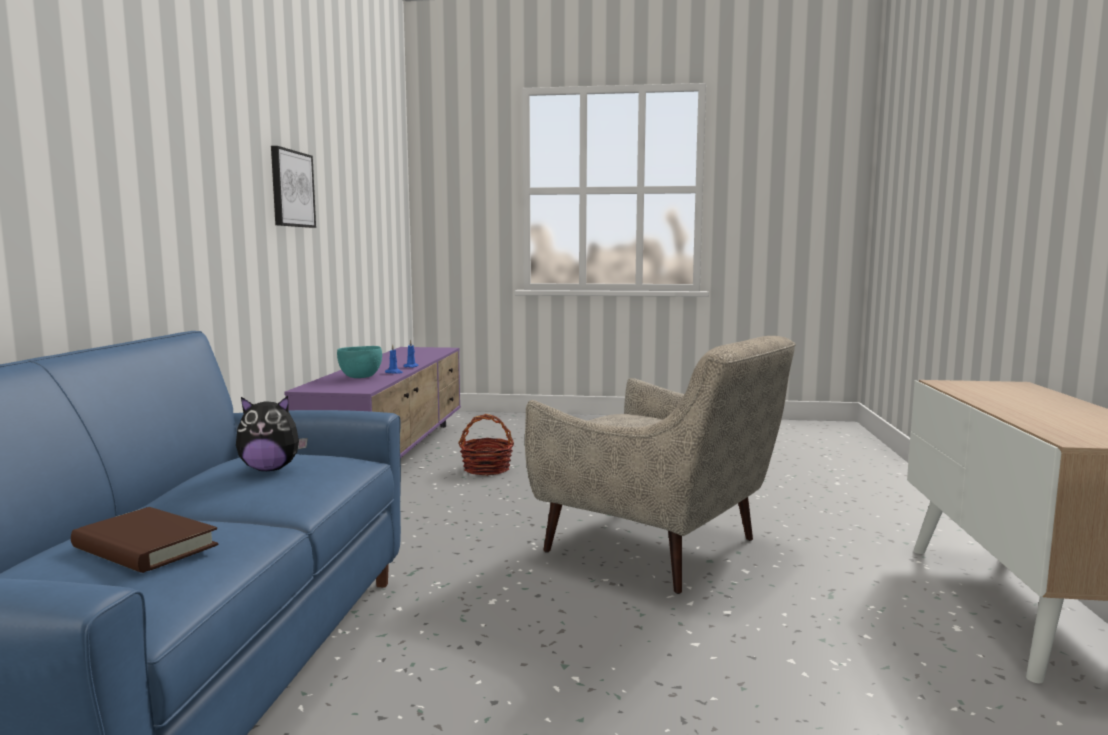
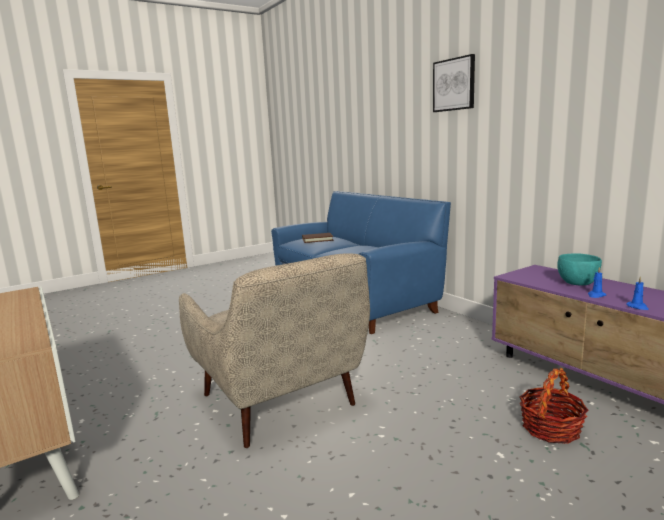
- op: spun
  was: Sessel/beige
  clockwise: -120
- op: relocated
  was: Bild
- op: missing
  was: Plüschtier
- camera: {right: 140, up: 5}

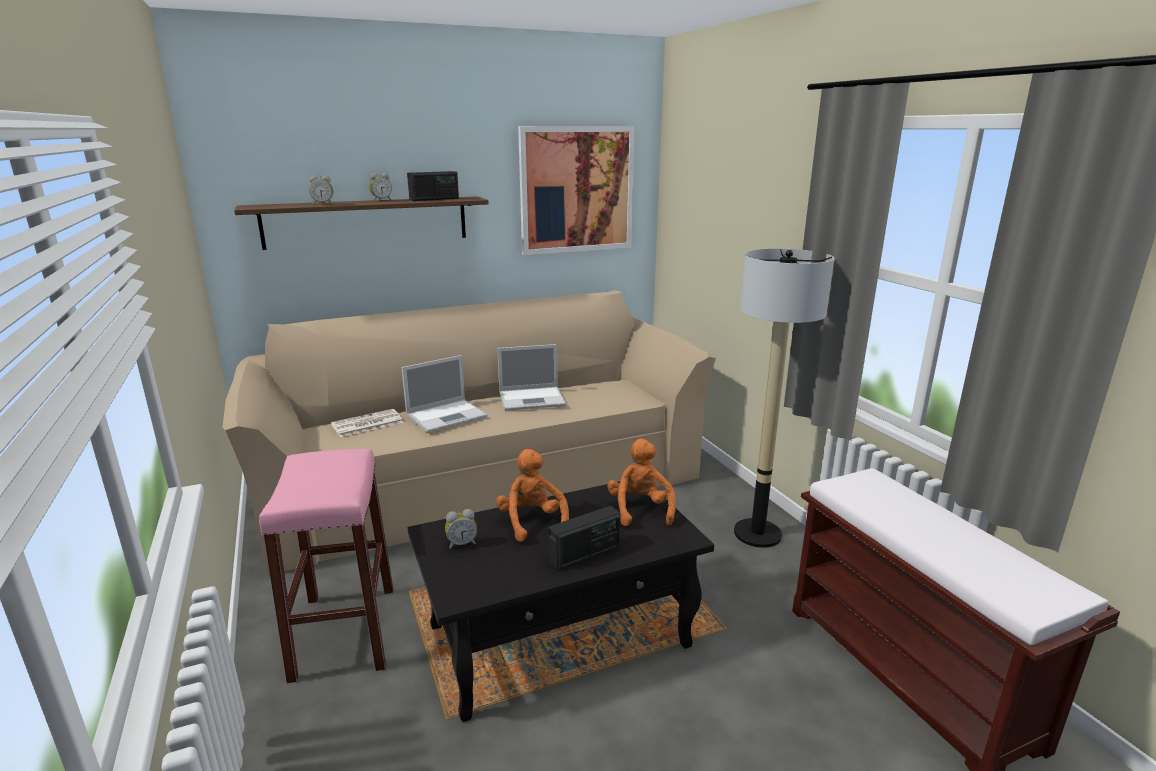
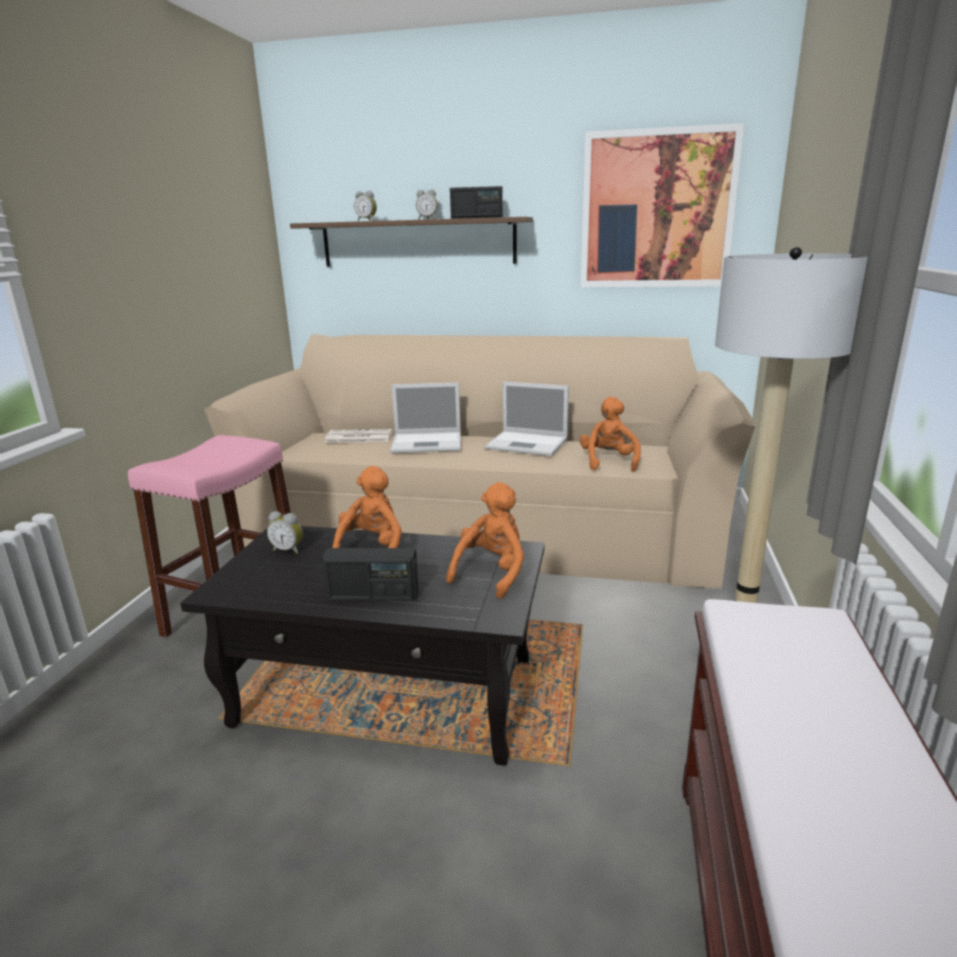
- op: appeared
  now: Plüschtier/orange (no. 3 from left)
- camera: {right: 35, up: 0}

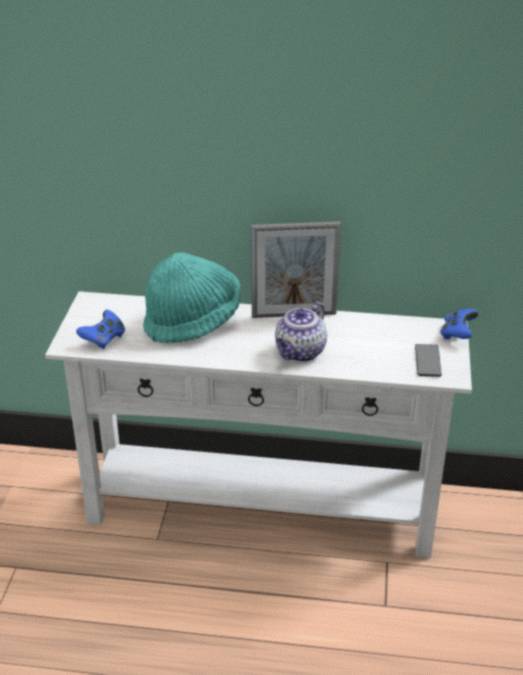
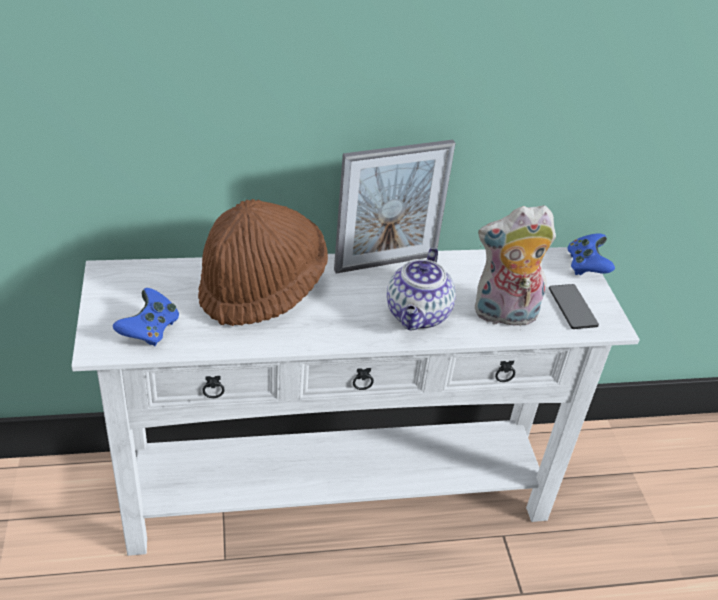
- op: colour
  was: Hut/türkis
  now: Hut/braun
- op: appeared
  now: Plüschtier
- camera: {right: -20, up: 5}

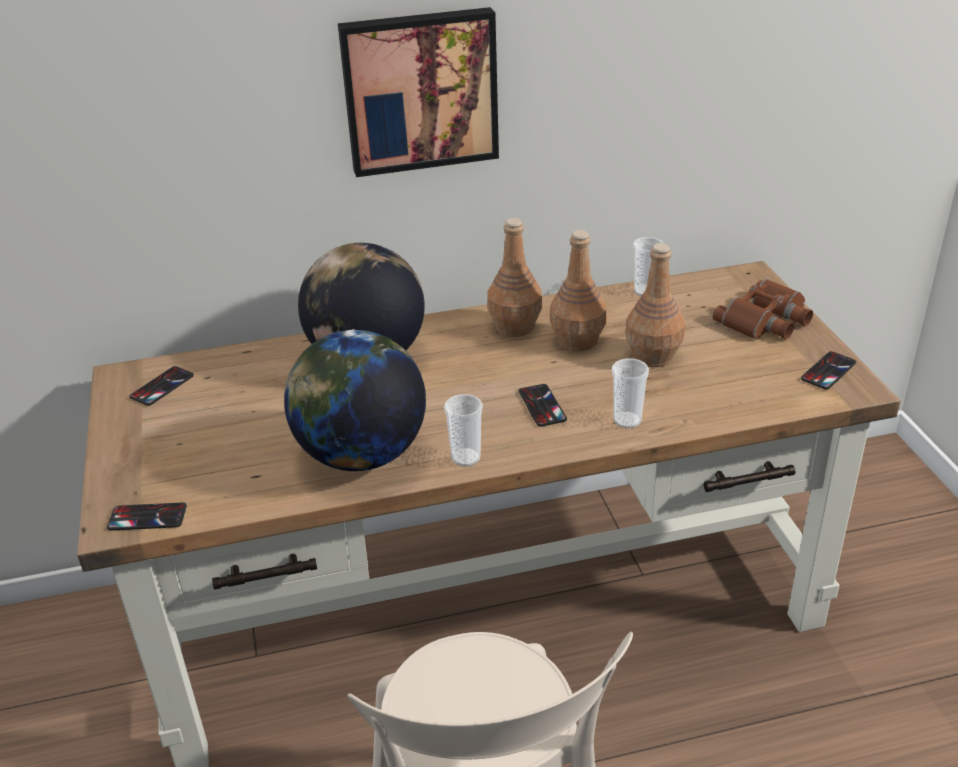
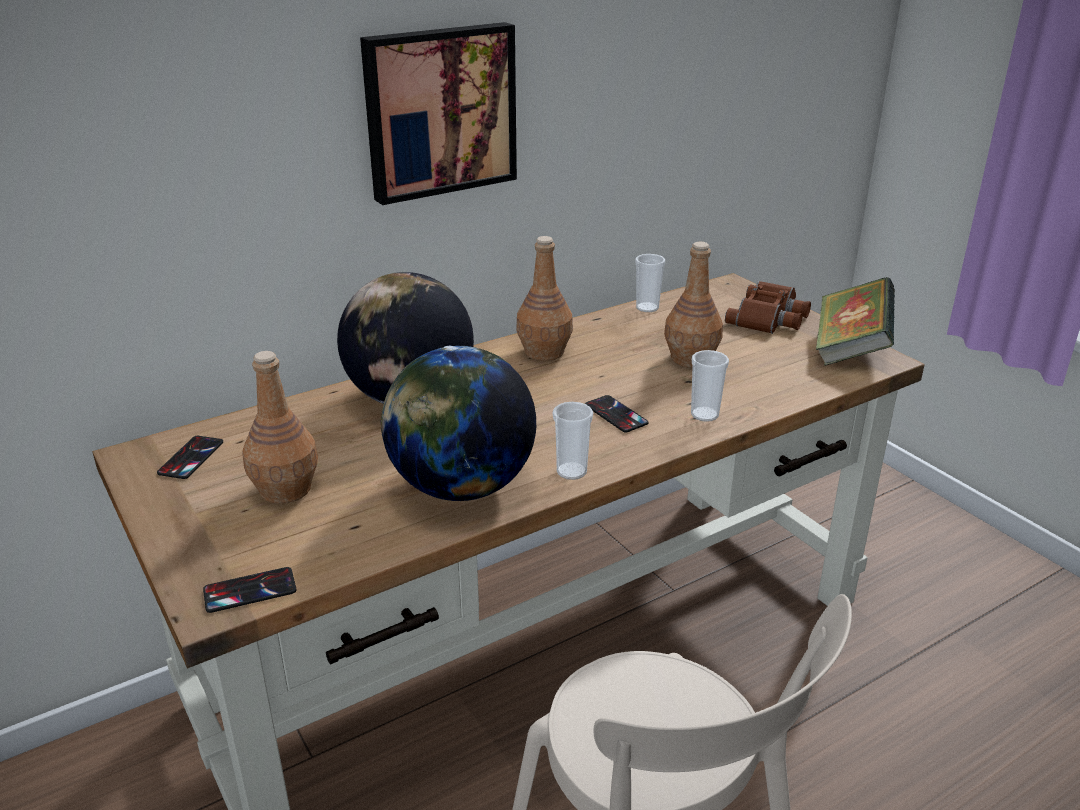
- op: relocated
  was: Flasche/braun (no. 2 from left in the first image)
  now: Flasche/braun (no. 1 from left)
- op: exchanged
  was: Handy (no. 4 from left)
  now: Buch
- camera: {right: -20, up: -5}

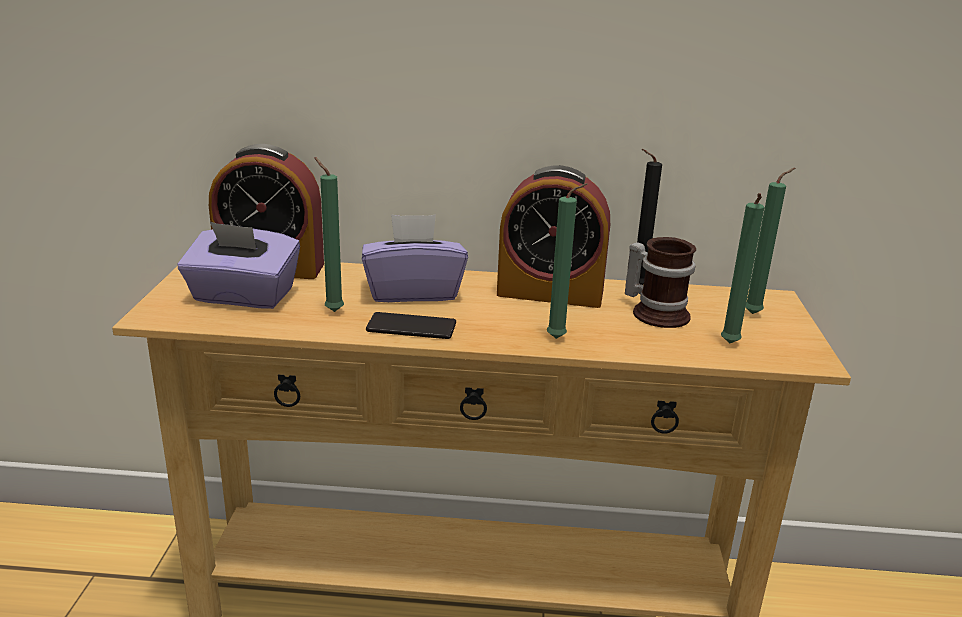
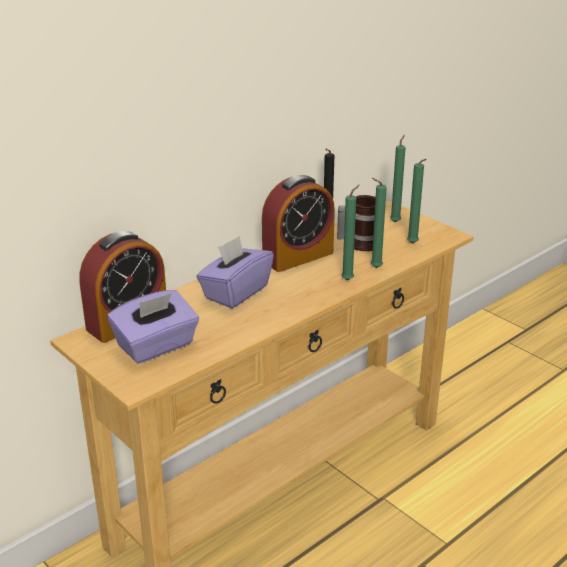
- op: relocated
  was: Kerze/grün (no. 1 from left in the first image)
  now: Kerze/grün (no. 2 from left)
- op: missing
  was: Handy
- camera: {right: -45, up: 5}

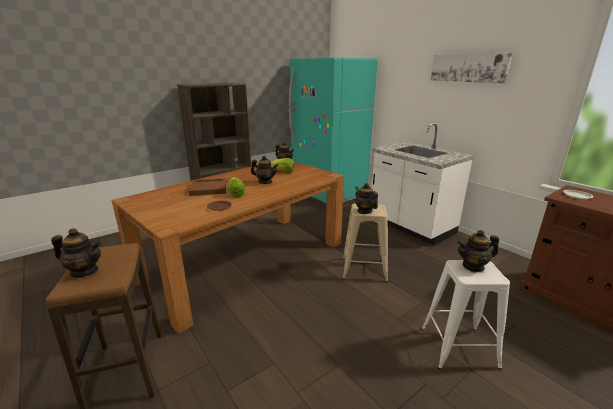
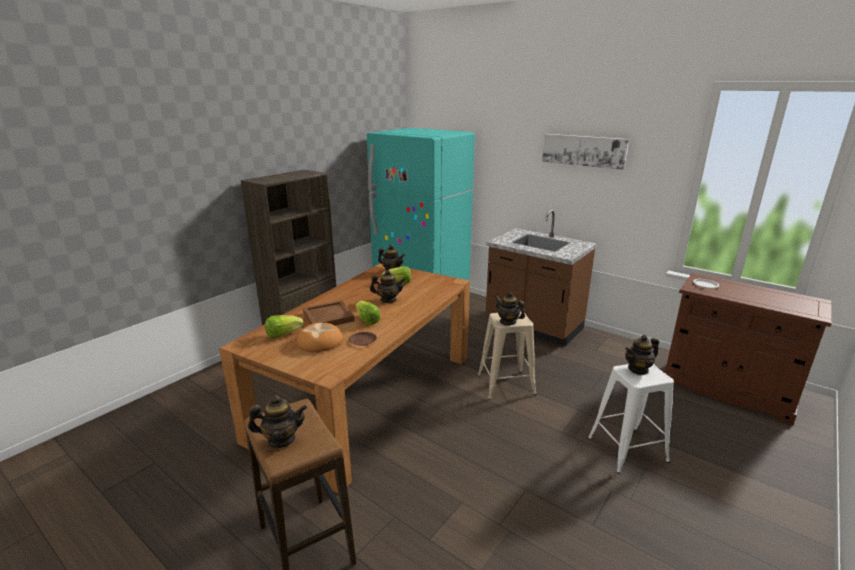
- op: appeared
  now: Salatkopf (no. 1 from left)
- op: appeared
  now: Brot
- op: colour
  was: Küchenzeile/weiß
  now: Küchenzeile/braun
- camera: {right: -15, up: 0}

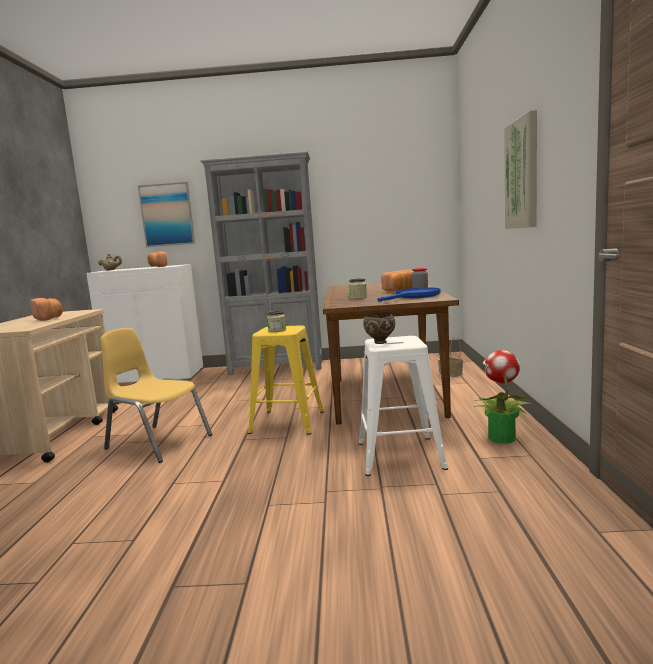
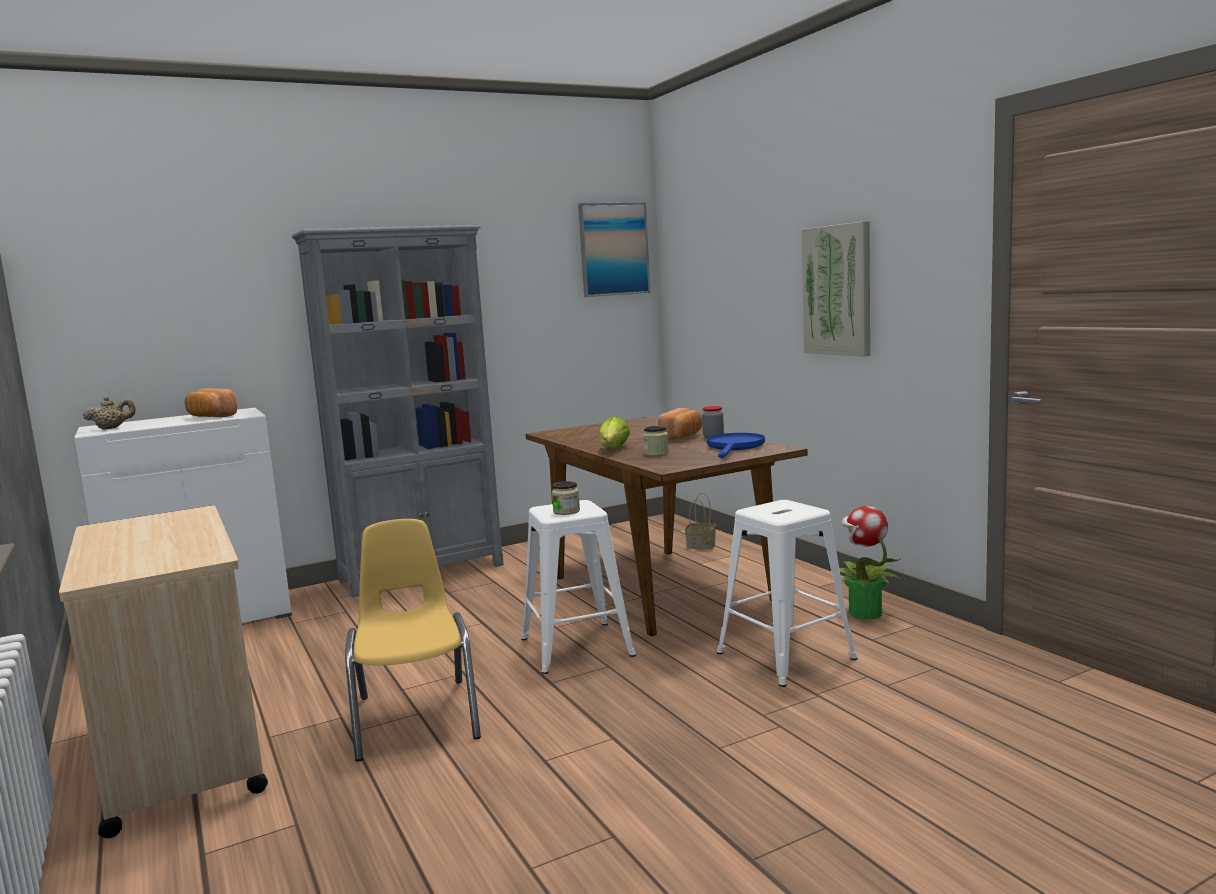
- op: spun
  was: Stuhl/gelb
  clockwise: 75
- op: colour
  was: Hocker/gelb
  now: Hocker/weiß (no. 1 from left)
- op: relocated
  was: Bild (no. 1 from left)
- op: appeared
  now: Salatkopf
- op: missing
  was: Brot (no. 1 from left)
- op: missing
  was: Schüssel/braun
- camera: {right: -30, up: 0}

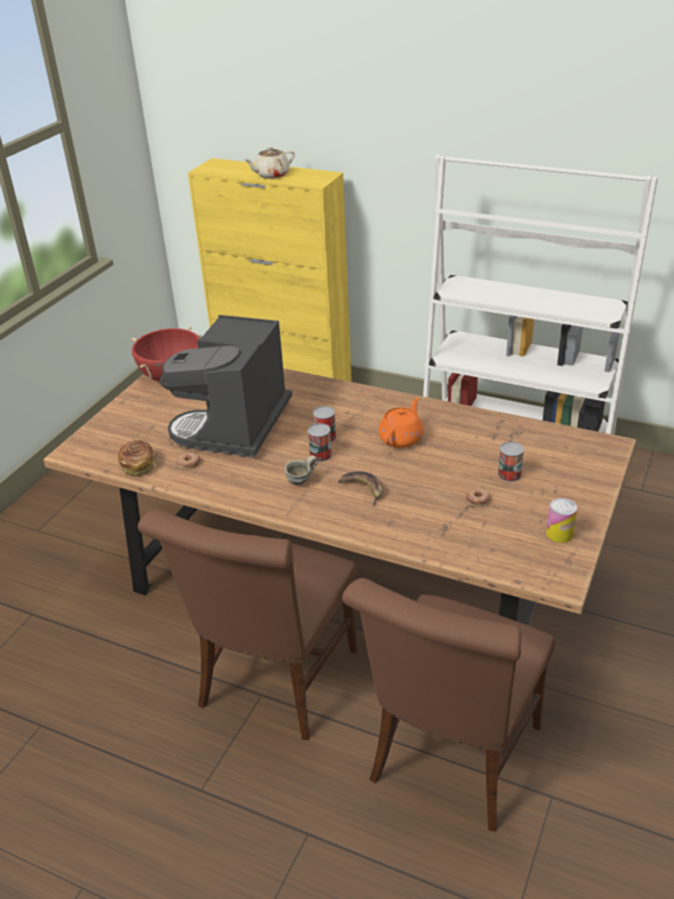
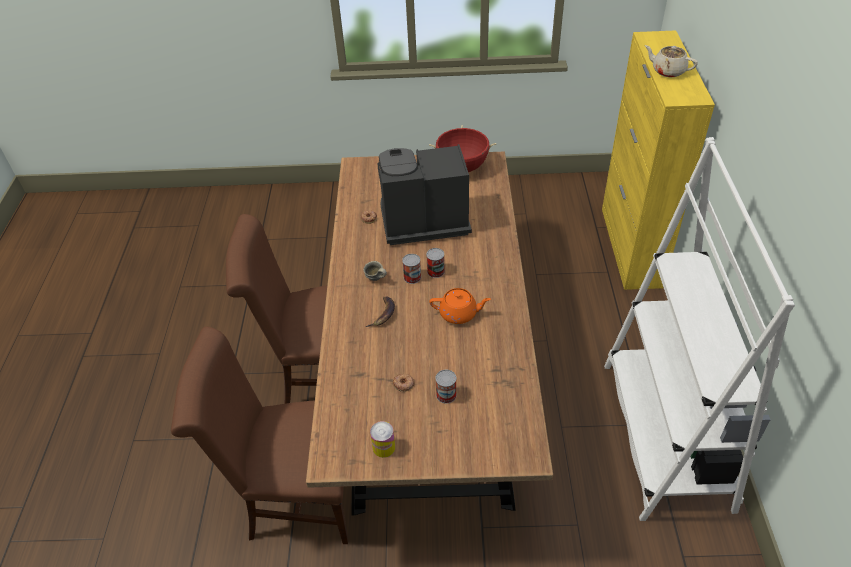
- op: missing
  was: Brot
- camera: {right: 65, up: 10}

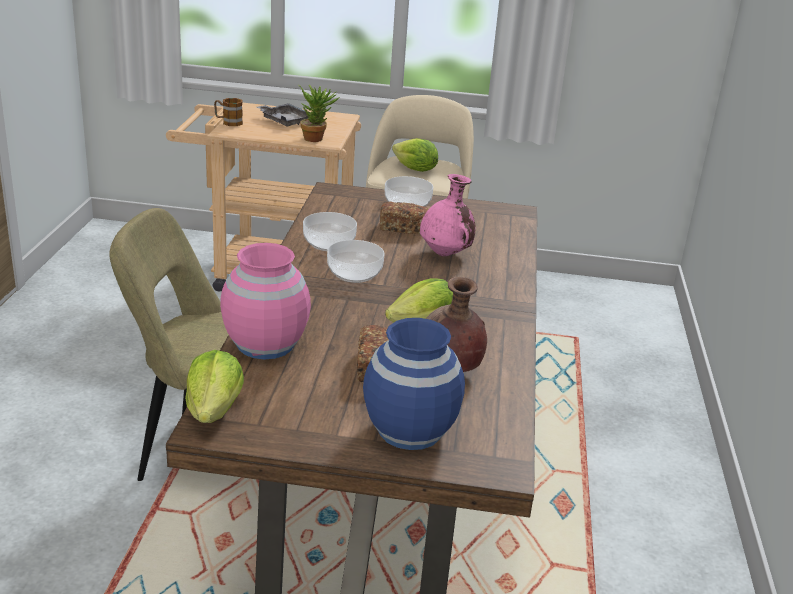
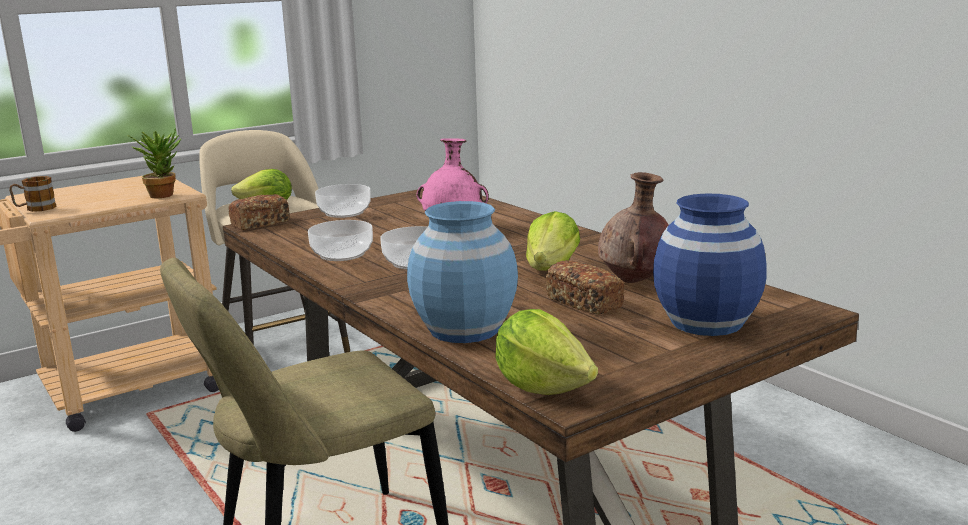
- op: relocated
  was: Brot (no. 2 from left in the first image)
  now: Brot (no. 1 from left)
- op: colour
  was: Vase/rosa (no. 1 from left)
  now: Vase/blau (no. 1 from left)
- op: missing
  was: Tablett/grau
- camera: {right: -40, up: -10}

